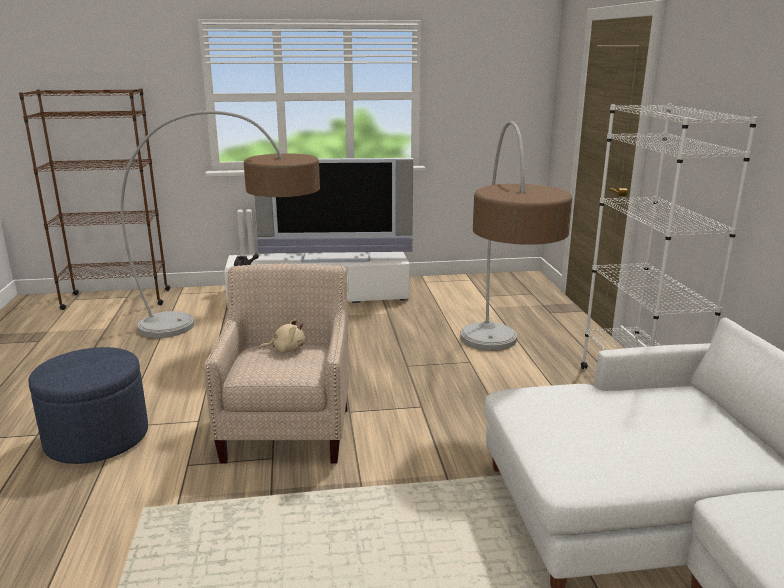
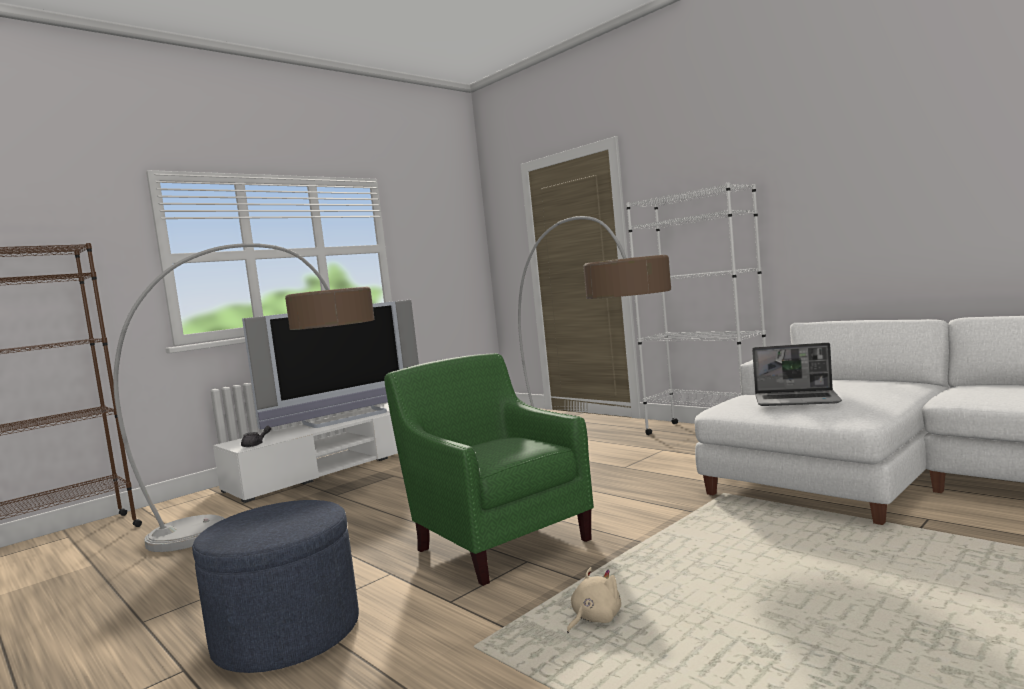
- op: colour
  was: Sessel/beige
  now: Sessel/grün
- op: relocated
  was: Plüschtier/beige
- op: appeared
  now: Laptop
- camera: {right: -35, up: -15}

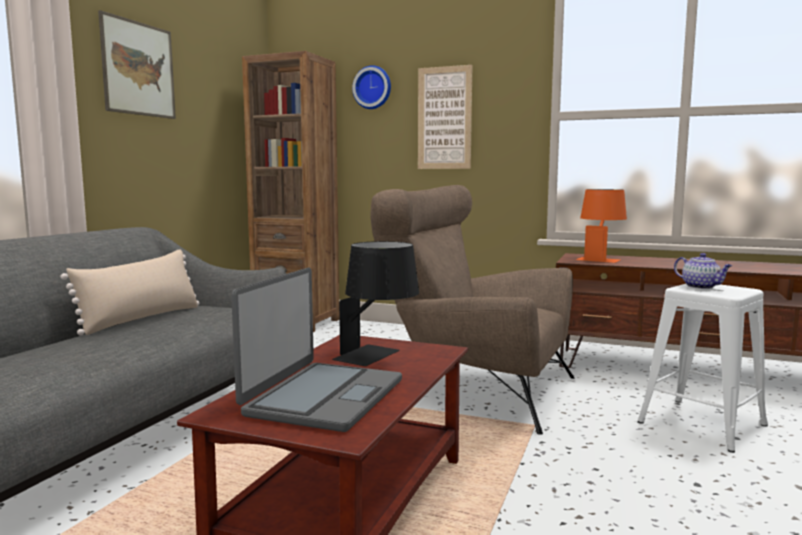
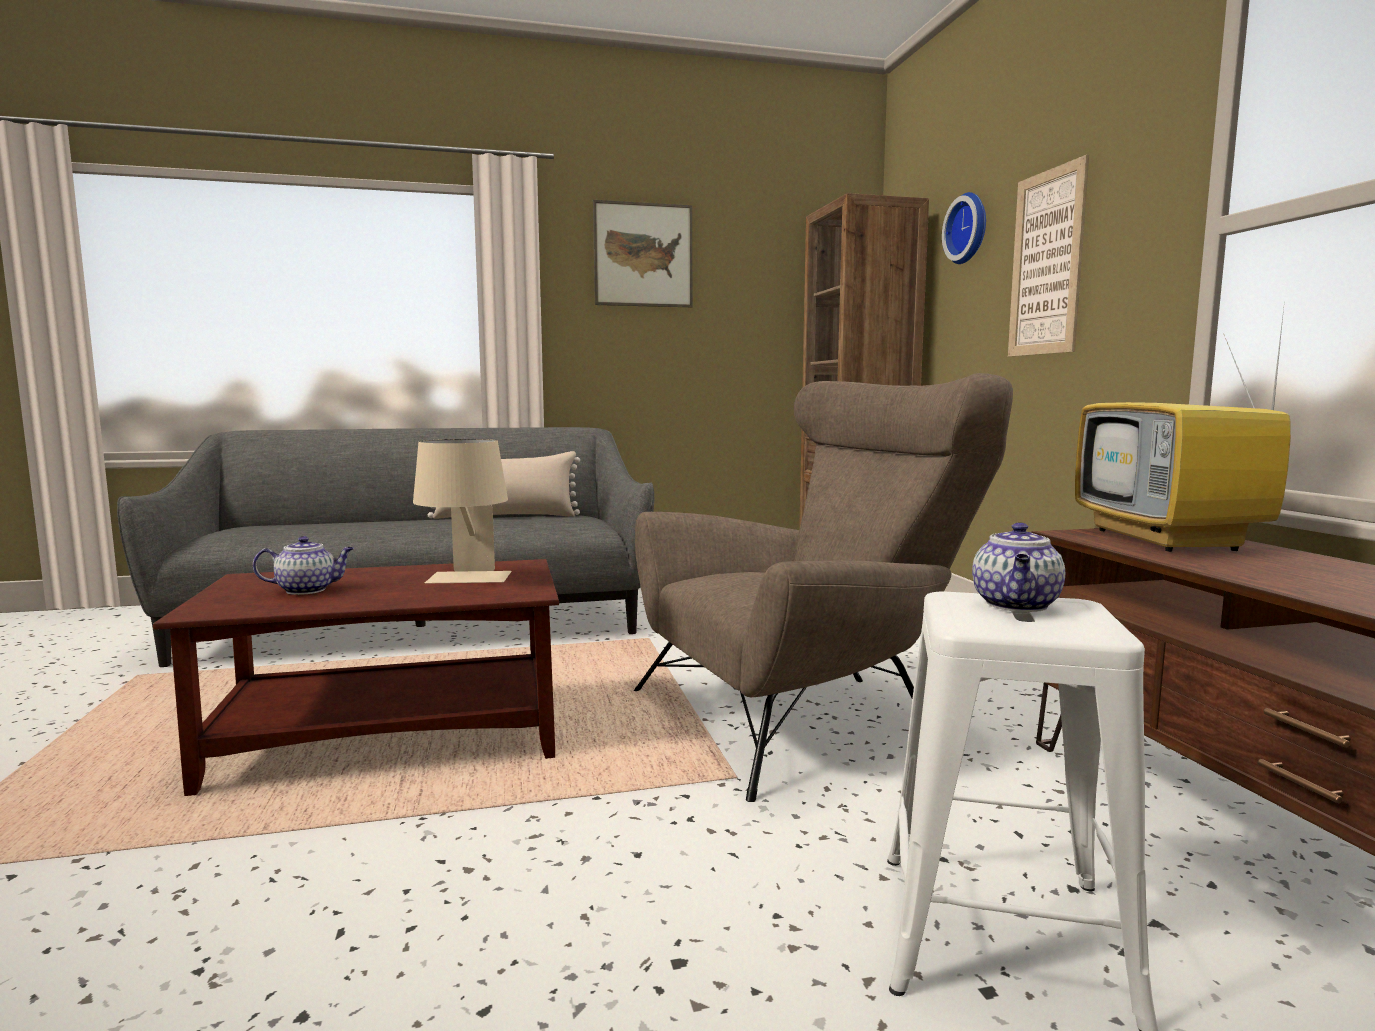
- op: exchanged
  was: Laptop
  now: Teekanne (no. 1 from left)
- op: colour
  was: Tischlampe/schwarz
  now: Tischlampe/beige
- op: spun
  was: Sessel/braun
  clockwise: 75
- op: exchanged
  was: Tischlampe/orange
  now: Fernseher
- camera: {right: 55, up: 0}

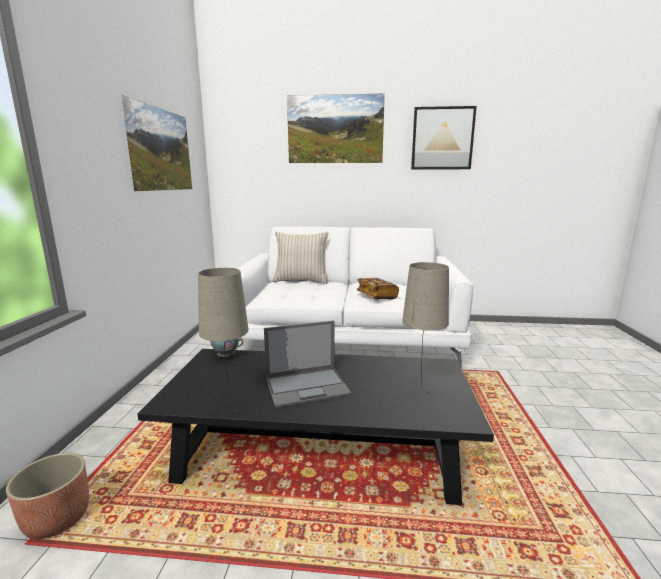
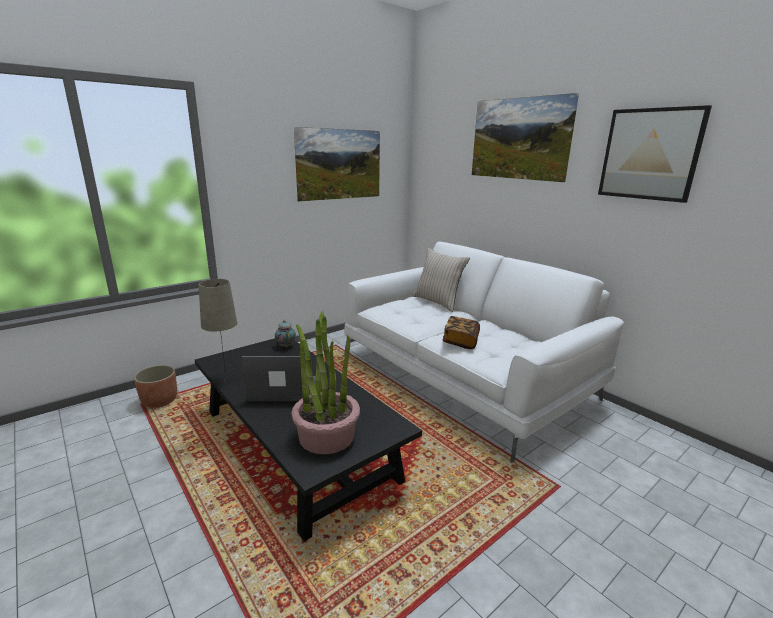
- op: spun
  was: Laptop
  clockwise: 150
- op: exchanged
  was: Tischlampe/beige (no. 2 from left)
  now: Topfpflanze
- camera: {right: 45, up: 5}

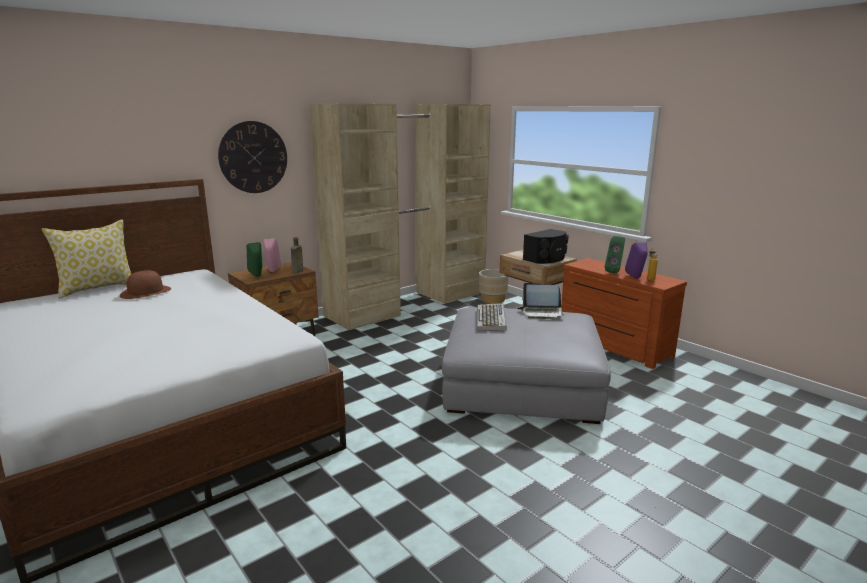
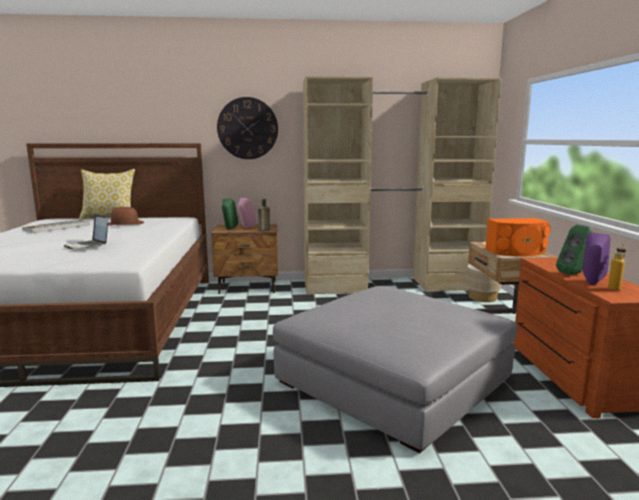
- op: relocated
  was: Tastatur
- op: relocated
  was: Laptop
- op: colour
  was: Lautsprecher/schwarz
  now: Lautsprecher/orange
- camera: {right: 35, up: -5}

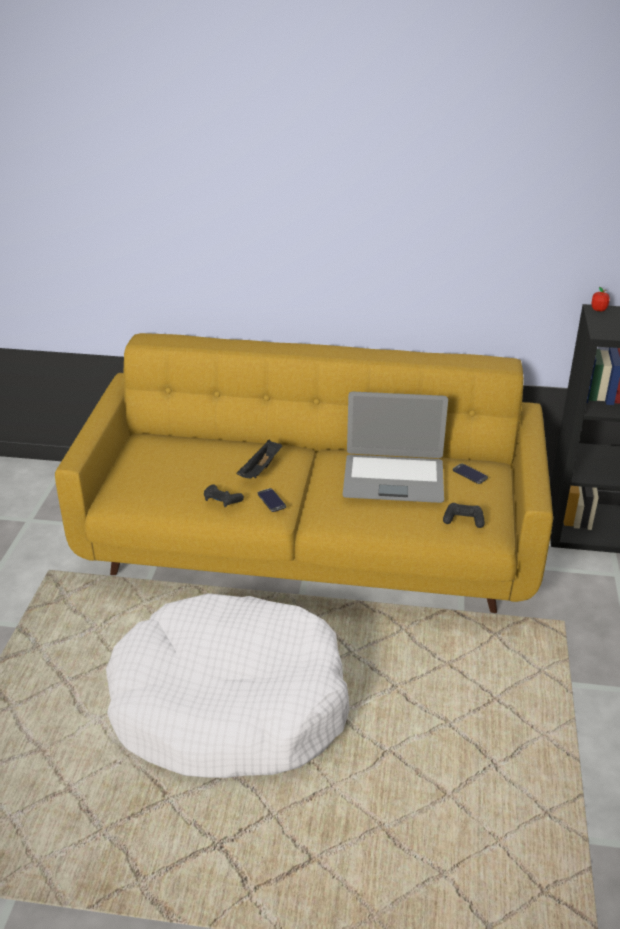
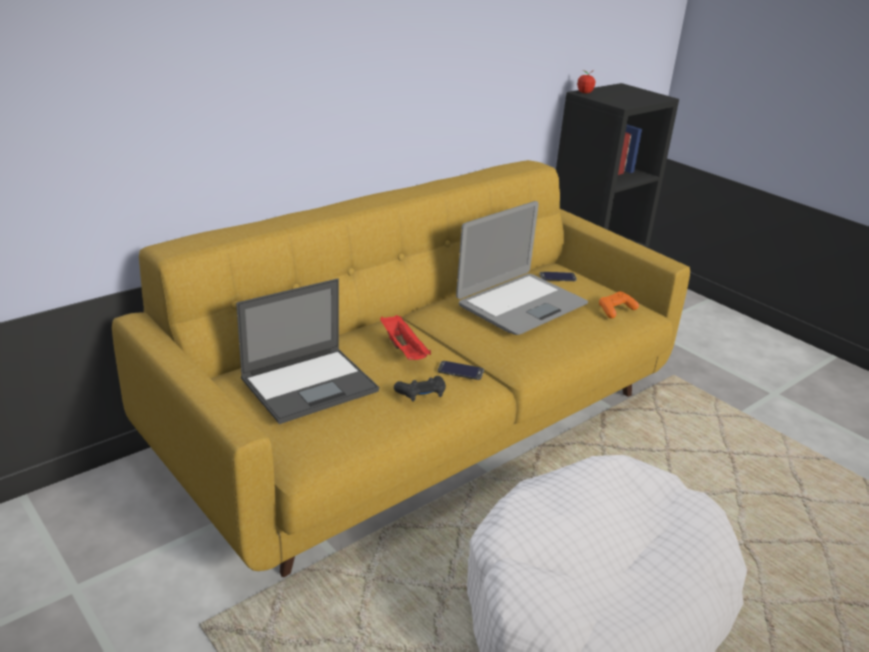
- op: appeared
  now: Laptop (no. 1 from left)
- op: colour
  was: Tablett/schwarz
  now: Tablett/rot
- op: colour
  was: Gamepad/schwarz (no. 2 from left)
  now: Gamepad/orange
- camera: {right: -50, up: -5}

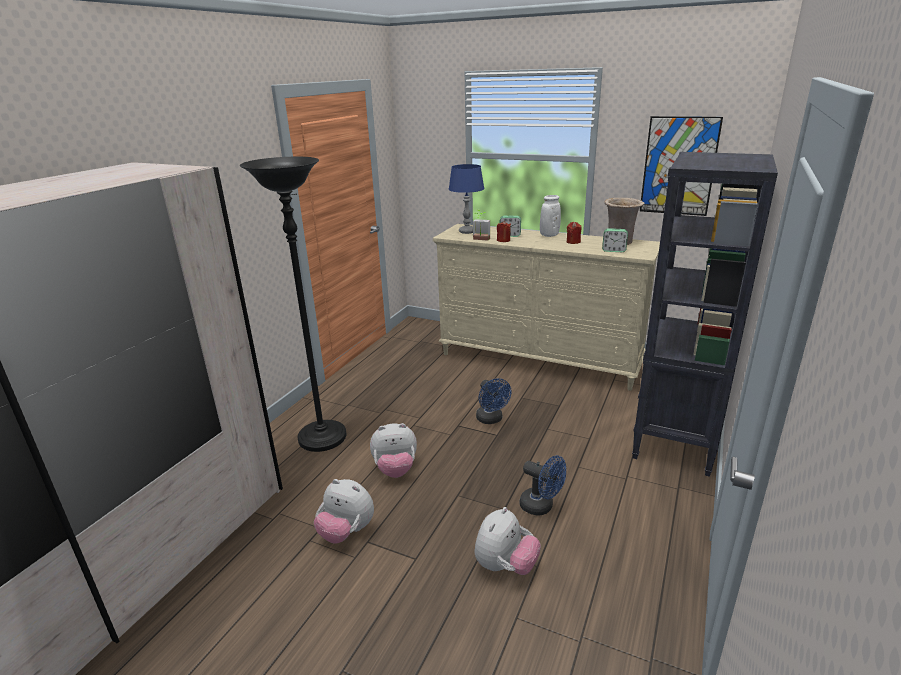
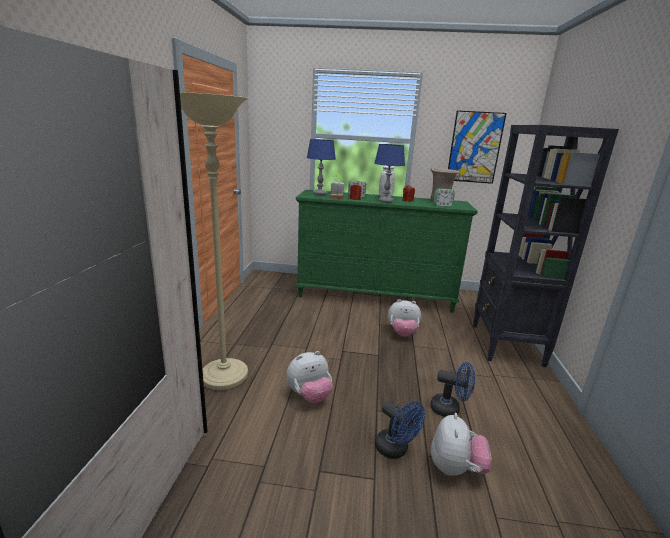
- op: colour
  was: Stehlampe/schwarz
  now: Stehlampe/beige
- op: colour
  was: Kommode/beige
  now: Kommode/grün
- op: appeared
  now: Tischlampe/blau (no. 2 from left)
- op: relocated
  was: Ventilator/blau (no. 1 from left)
- op: relocated
  was: Plüschtier (no. 1 from left in the first image)
  now: Plüschtier (no. 2 from left)
- camera: {right: -20, up: -5}

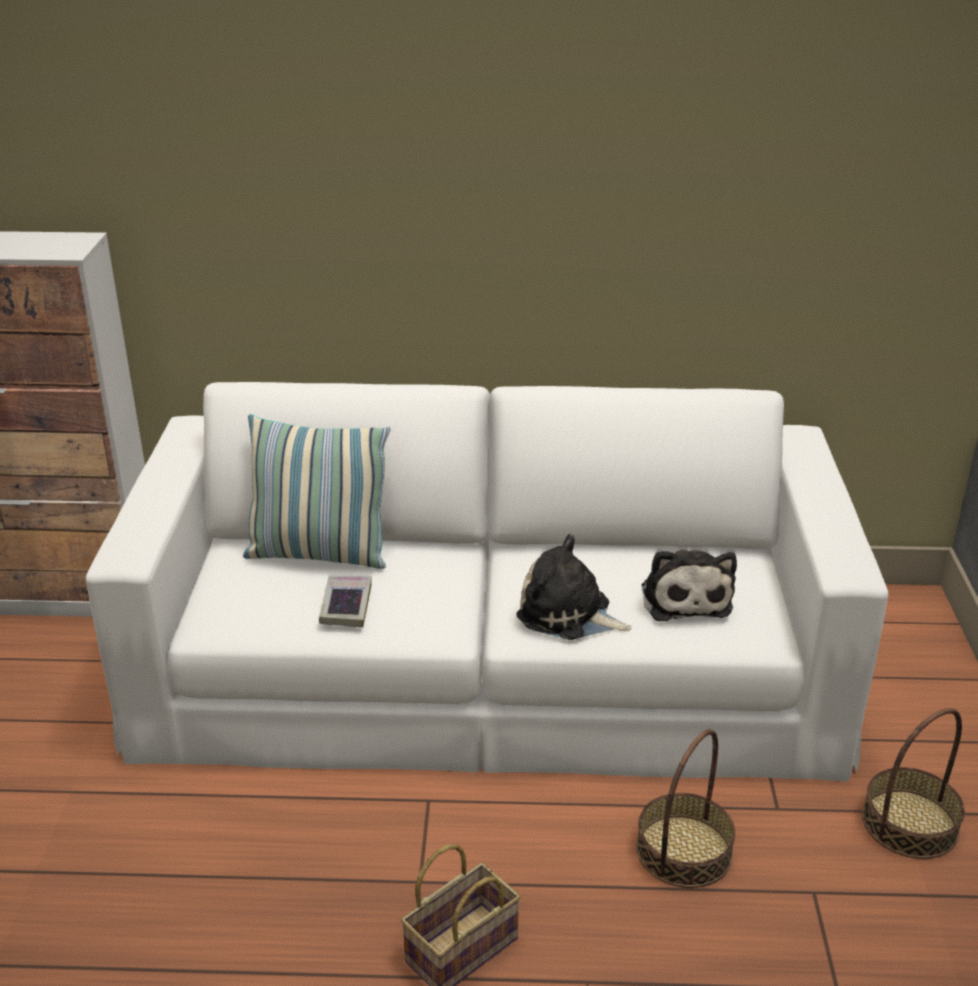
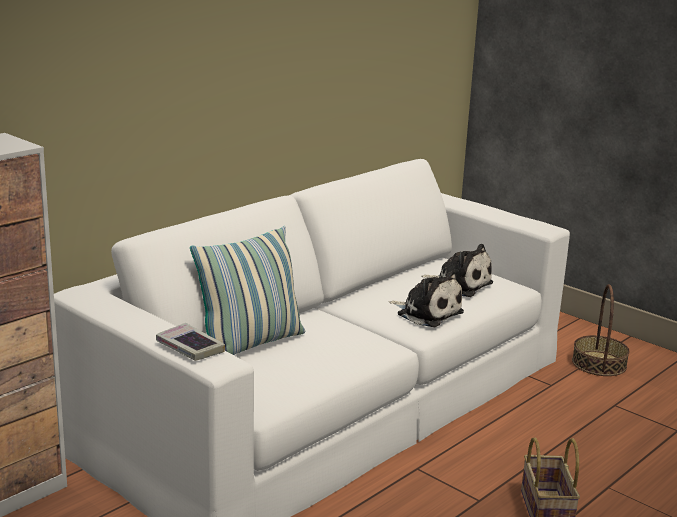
- op: relocated
  was: Buch
- op: spun
  was: Plüschtier (no. 1 from left)
  clockwise: -120
- op: missing
  was: Korb (no. 2 from left)
- camera: {right: -50, up: -10}

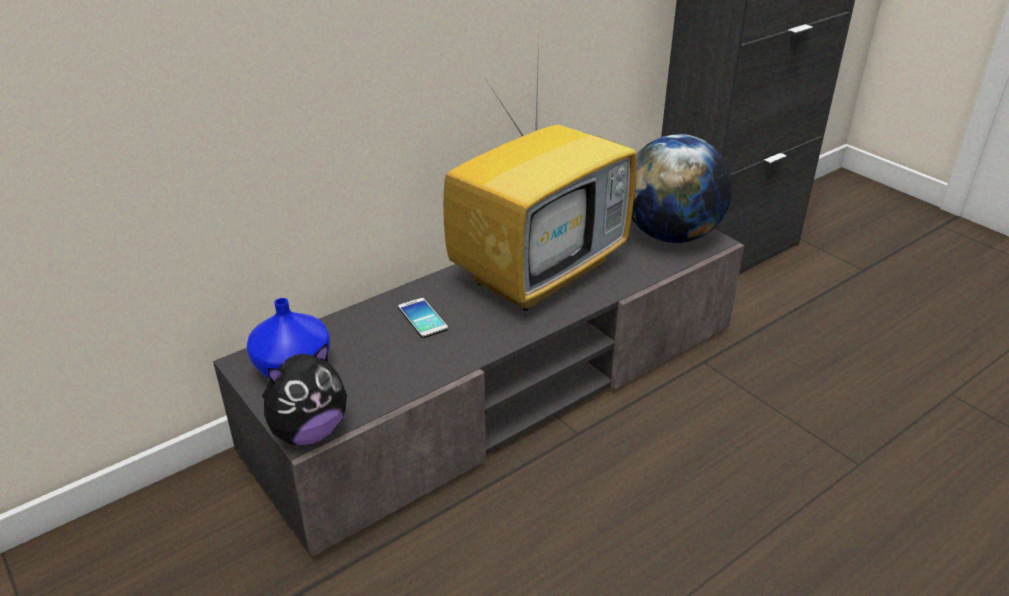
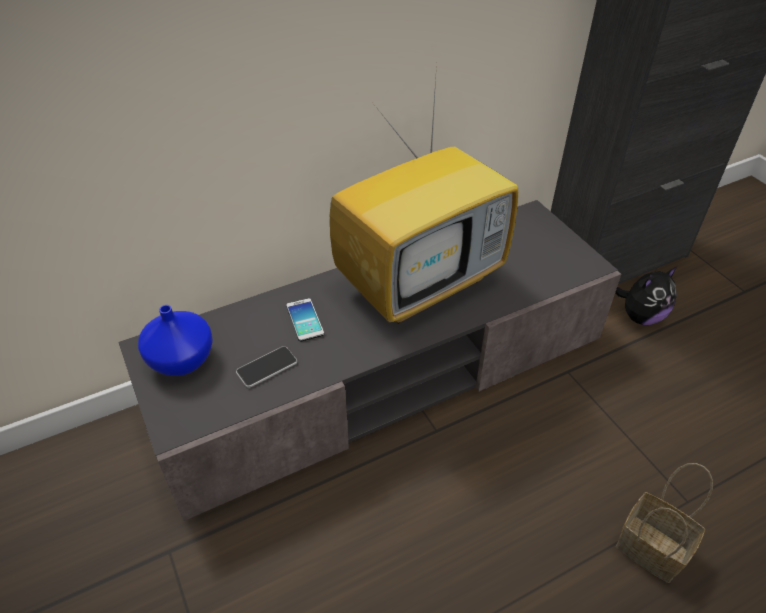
- op: appeared
  now: Handy (no. 1 from left)
- op: relocated
  was: Plüschtier
- op: appeared
  now: Korb
- op: missing
  was: Globus
- camera: {right: 10, up: 10}

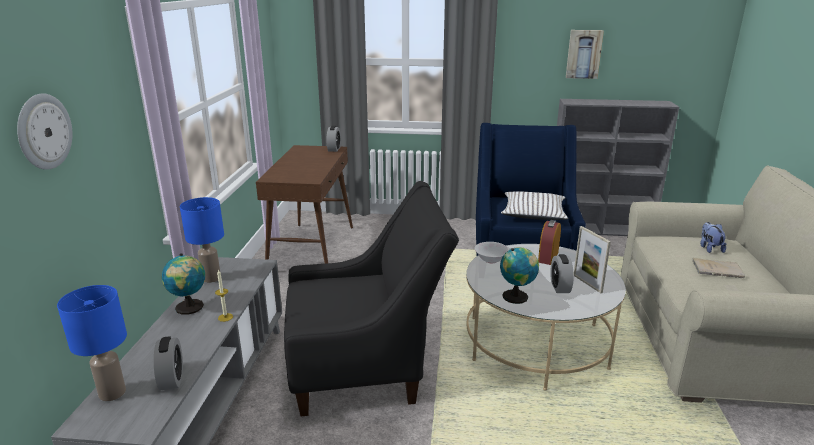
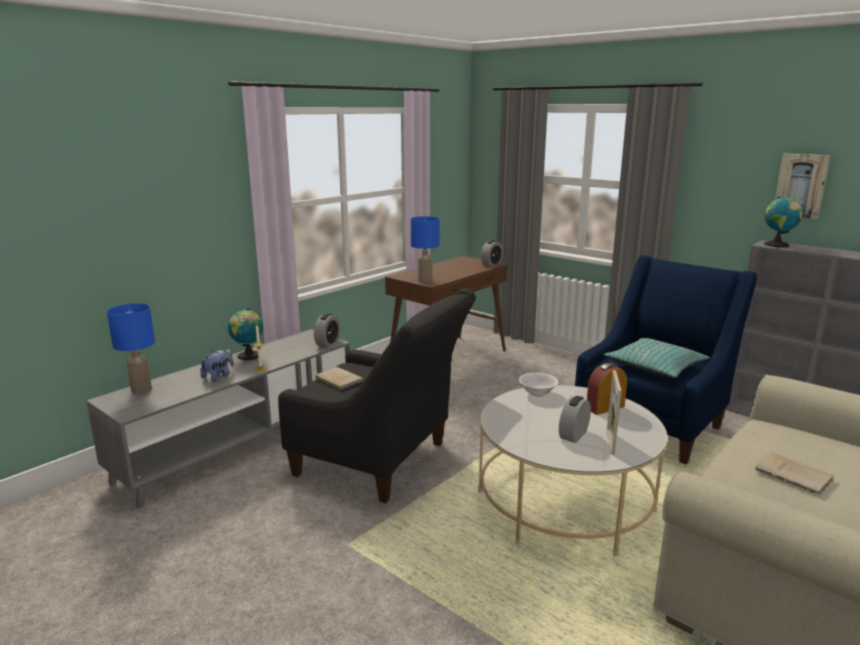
- op: relocated
  was: Plüschtier
- op: relocated
  was: Wecker (no. 1 from left)
- op: appeared
  now: Buch/beige (no. 1 from left)
- op: relocated
  was: Tischlampe/blau (no. 2 from left)
- op: colour
  was: Kissen/weiß
  now: Kissen/türkis
- op: relocated
  was: Globus (no. 2 from left)
- op: missing
  was: Wanduhr
- camera: {right: 35, up: -5}

